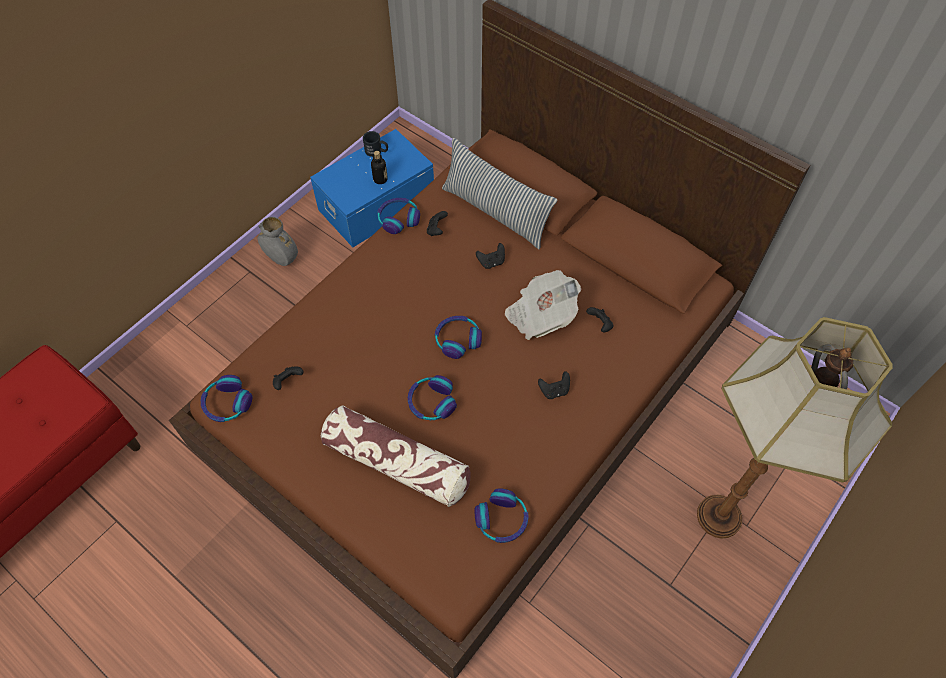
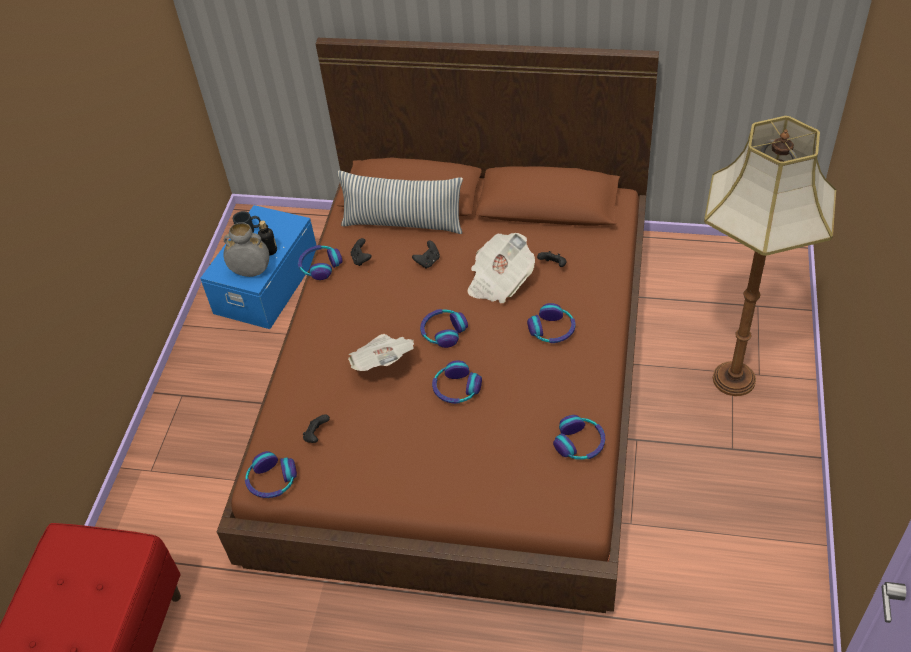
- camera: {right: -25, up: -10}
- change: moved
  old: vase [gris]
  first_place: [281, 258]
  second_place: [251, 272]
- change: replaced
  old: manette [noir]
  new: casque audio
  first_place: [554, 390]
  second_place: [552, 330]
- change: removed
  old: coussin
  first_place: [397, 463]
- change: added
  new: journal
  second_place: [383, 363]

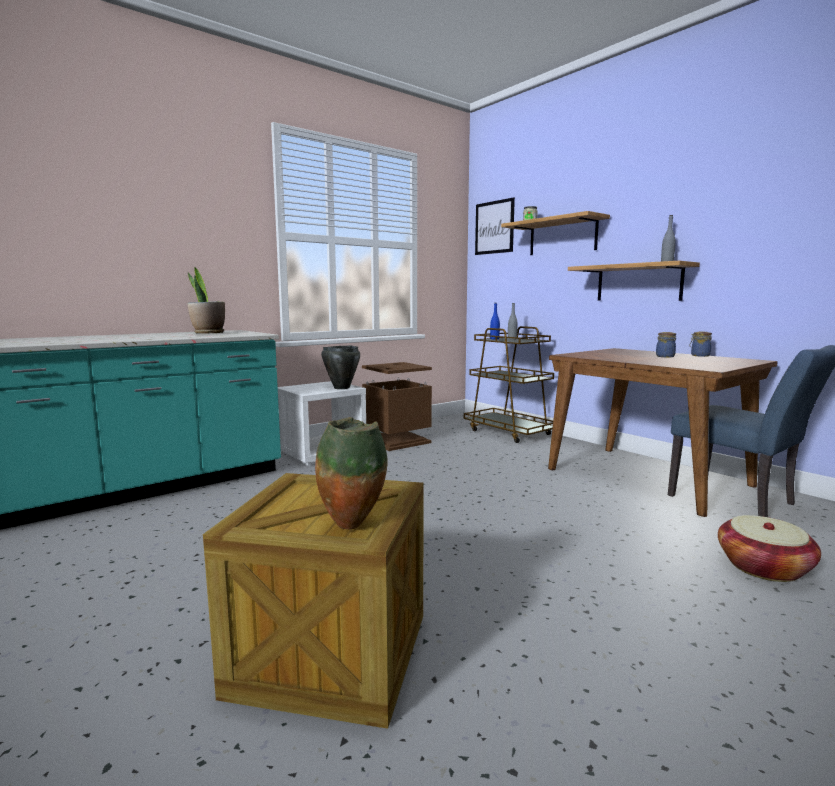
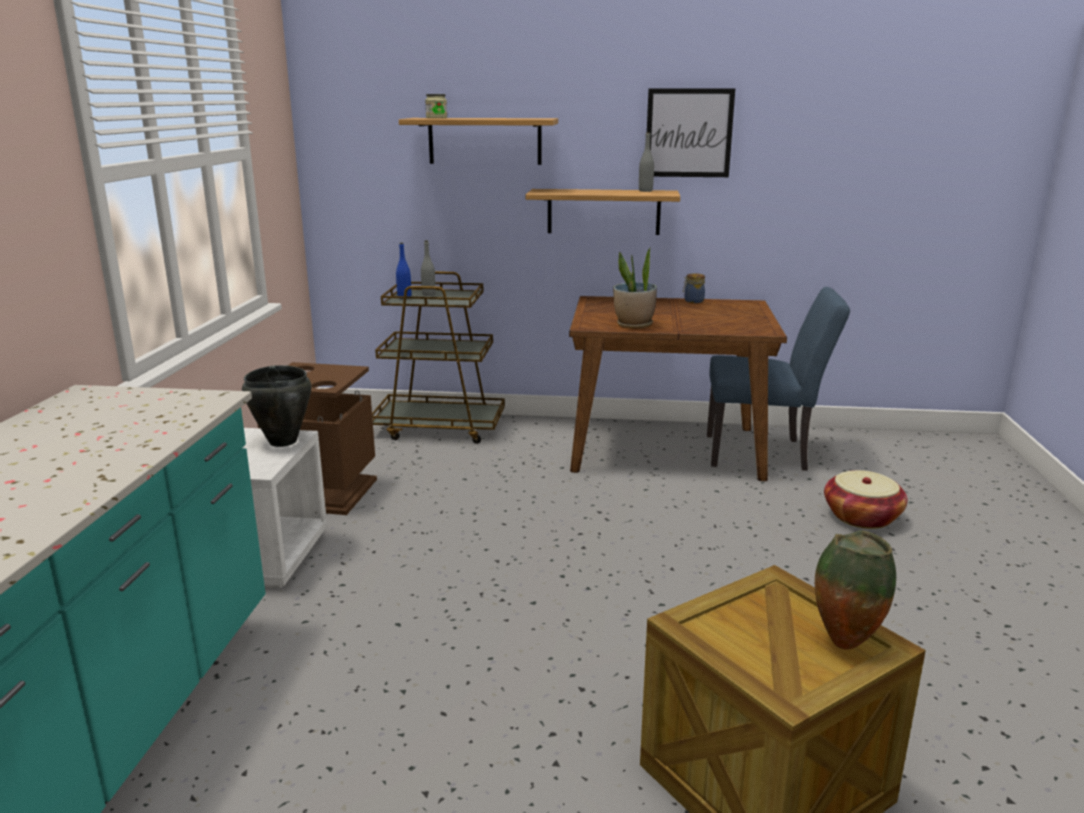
- camera: {right: -45, up: 10}
- change: moved
  old: tableau
  first_place: [494, 227]
  second_place: [688, 133]
- change: moved
  old: plante en pot
  first_place: [208, 333]
  second_place: [634, 325]
- change: removed
  old: bocal
  first_place: [665, 356]

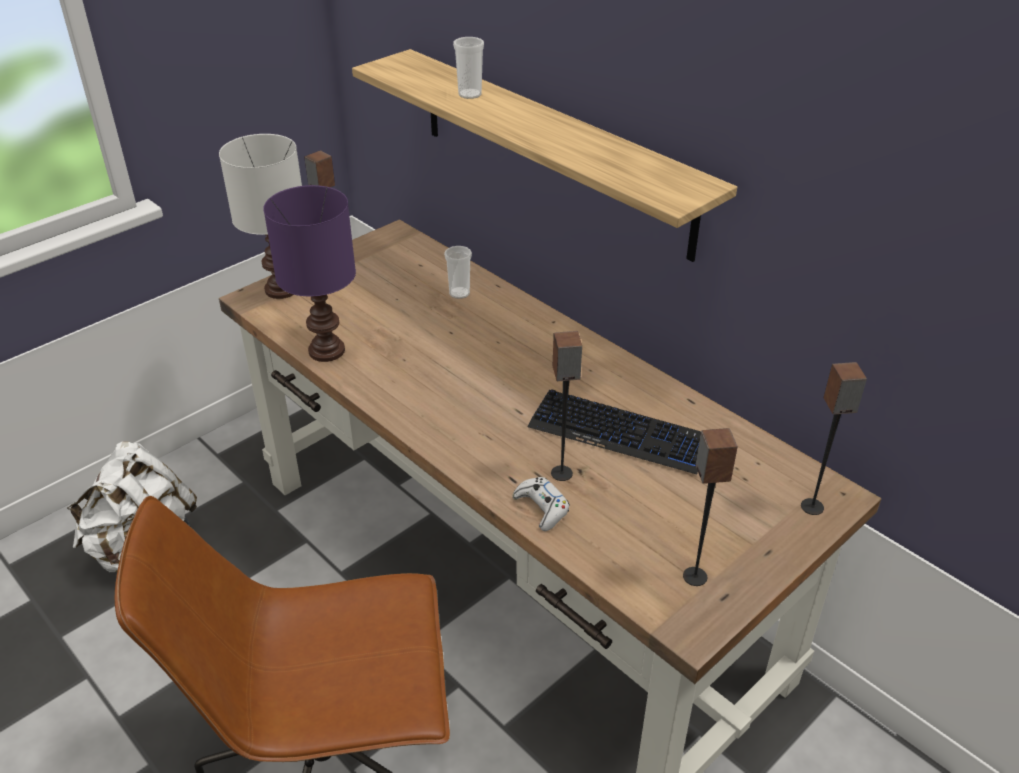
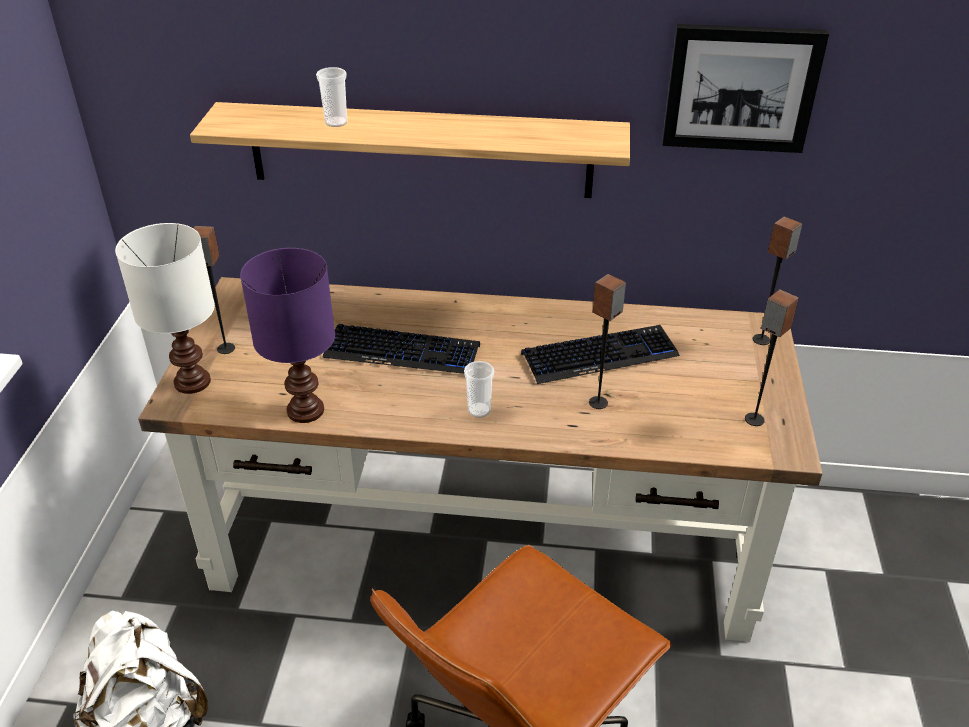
- camera: {right: -40, up: 0}
- change: moved
  old: tasse
  first_place: [459, 293]
  second_place: [479, 410]
- change: removed
  old: manette [blanc]
  first_place: [542, 508]
- change: added
  new: tableau
  second_place: [741, 88]
- change: added
  new: clavier
  second_place: [402, 352]

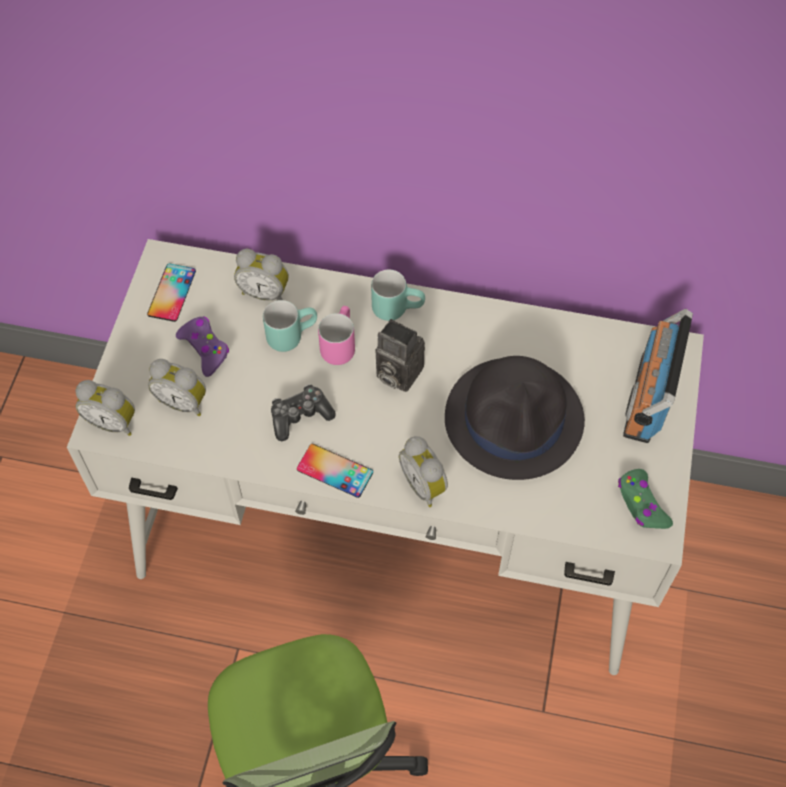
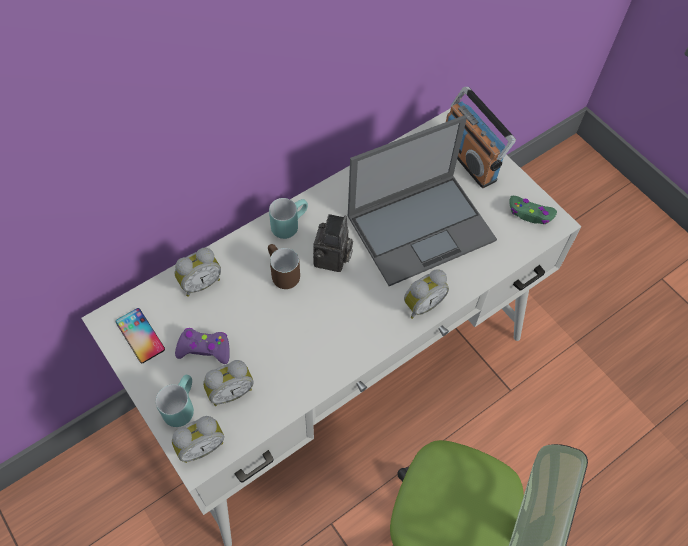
- camera: {right: -50, up: 0}
- change: moved
  old: mug [turquoise]
  first_place: [291, 334]
  second_place: [179, 405]
- change: recoloured
  old: mug [rose]
  new: mug [marron]
  first_place: [337, 344]
  second_place: [280, 274]
- change: turned
  old: appareil photo
  first_place: [396, 373]
  second_place: [332, 260]
  degrees: -60
- change: replaced
  old: chapeau [noir]
  new: ordinateur portable
  first_place: [515, 419]
  second_place: [422, 227]
- change: removed
  old: manette
  first_place: [300, 416]
- change: turned
  old: réveil
  first_place: [425, 484]
  second_place: [421, 304]
  degrees: -45
- change: removed
  old: téléphone
  first_place: [335, 470]

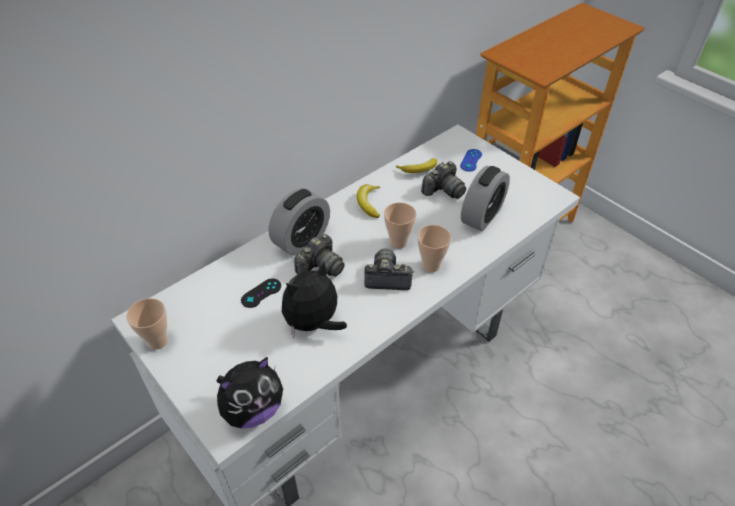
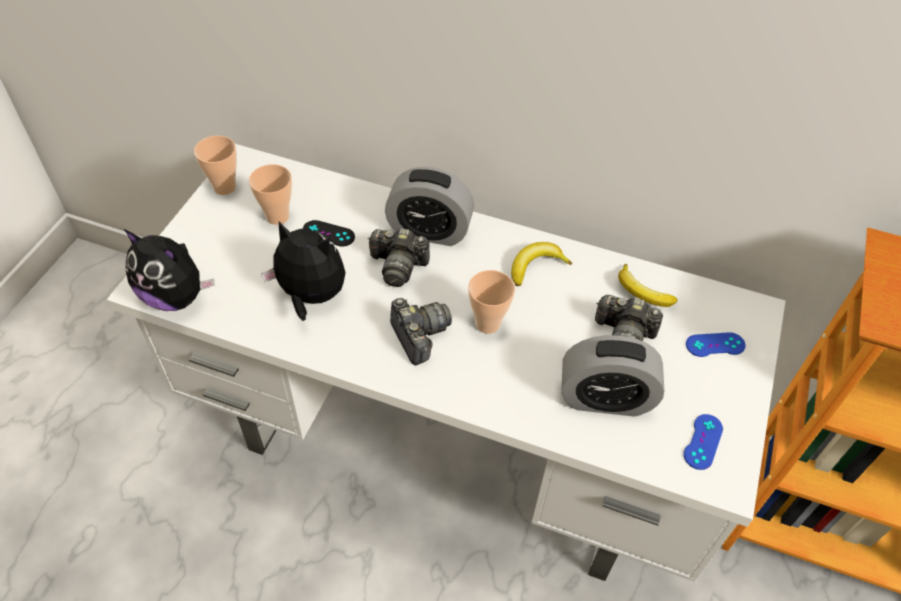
- camera: {right: 60, up: 5}
- change: moved
  old: tasse
  first_place: [431, 265]
  second_place: [277, 216]
- change: added
  new: manette [bleu]
  second_place: [703, 441]

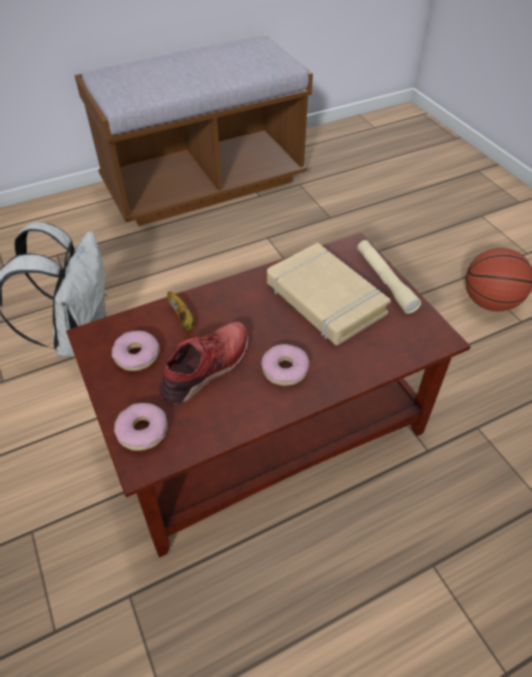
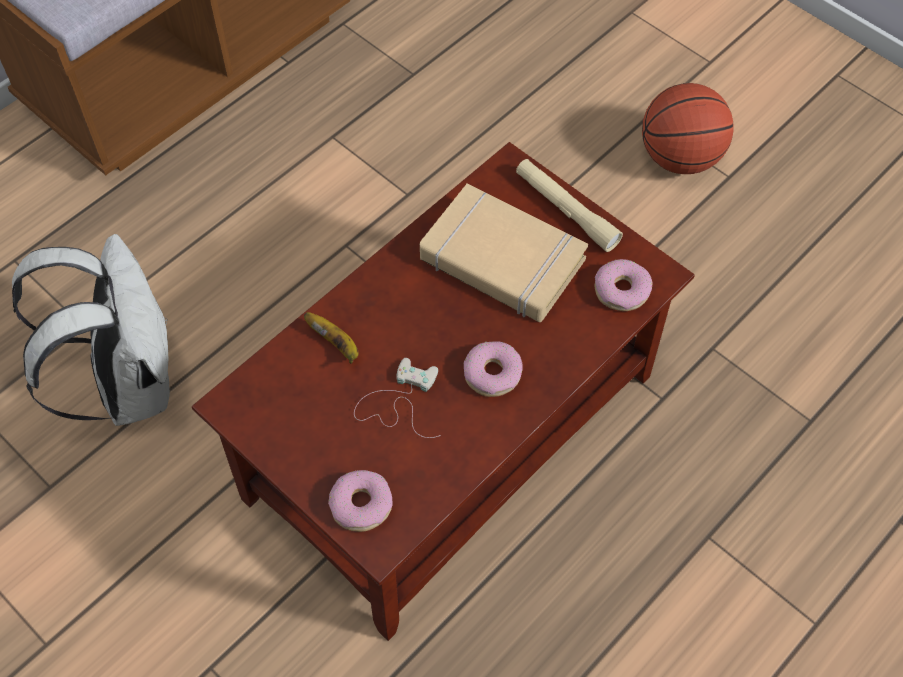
- camera: {right: -20, up: 10}
- change: replaced
  old: chaussure [rouge]
  new: manette [blanc]
  first_place: [207, 368]
  second_place: [399, 401]
- change: moved
  old: beignet
  first_place: [137, 355]
  second_place: [621, 290]

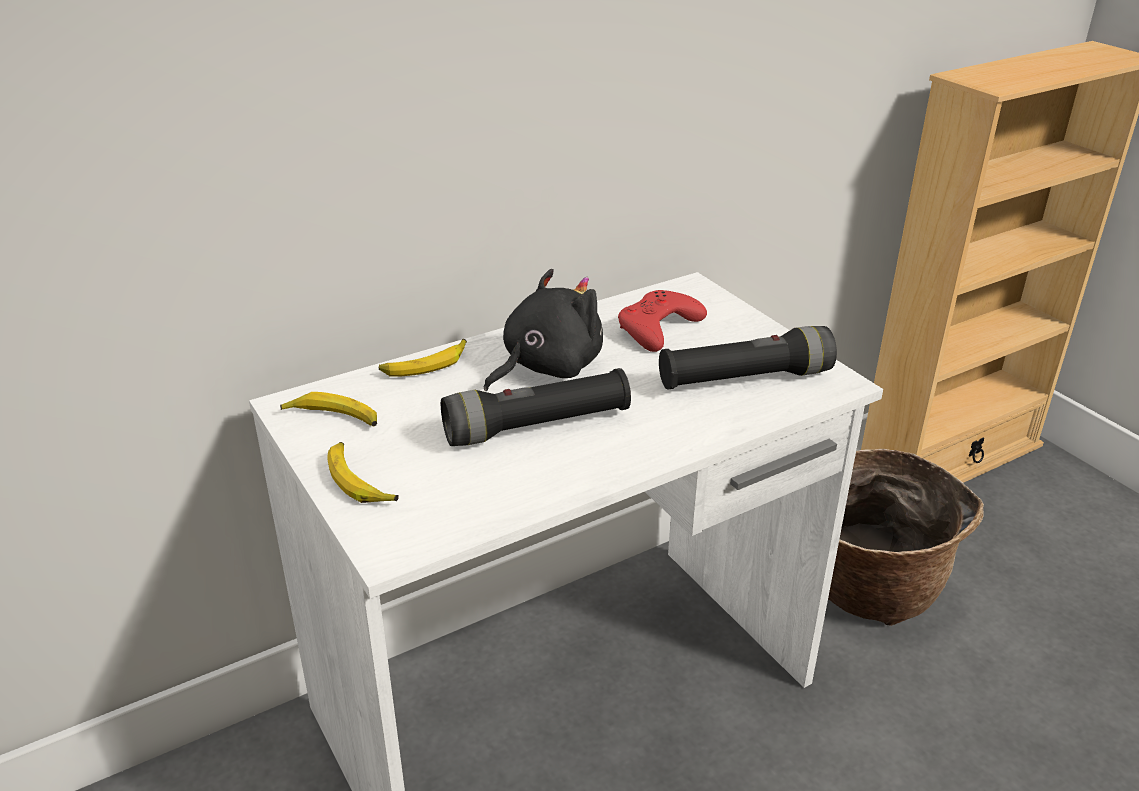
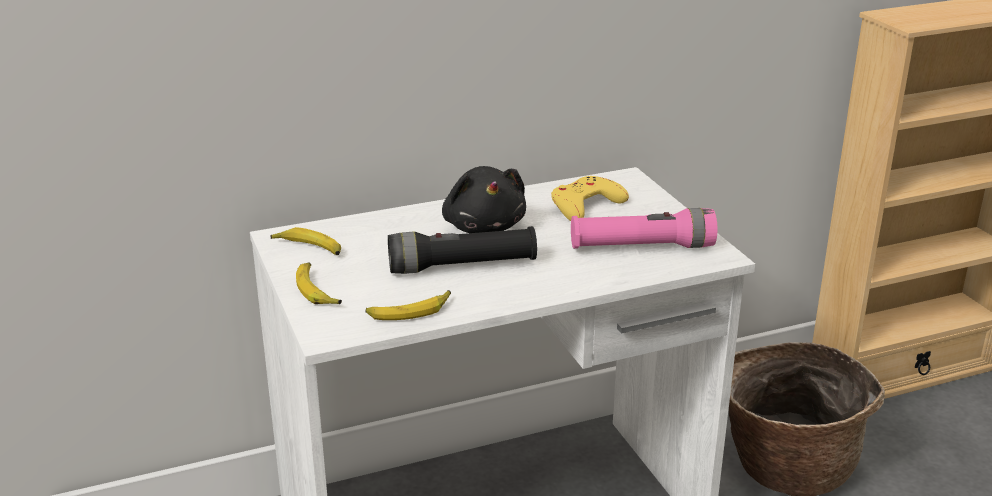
- camera: {right: 10, up: -5}
- change: turned
  old: peluche [noir]
  first_place: [546, 367]
  second_place: [484, 227]
  degrees: 105
- change: recoloured
  old: manette [rouge]
  new: manette [jaune]
  first_place: [658, 328]
  second_place: [585, 205]
- change: recoloured
  old: lampe de poche [noir]
  new: lampe de poche [rose]
  first_place: [744, 379]
  second_place: [641, 247]
- change: moved
  old: banane
  first_place: [425, 365]
  second_place: [409, 312]

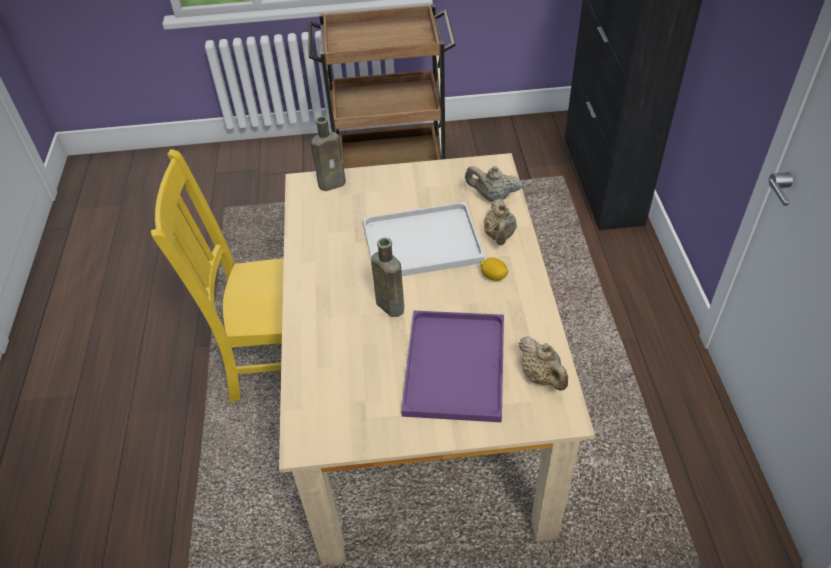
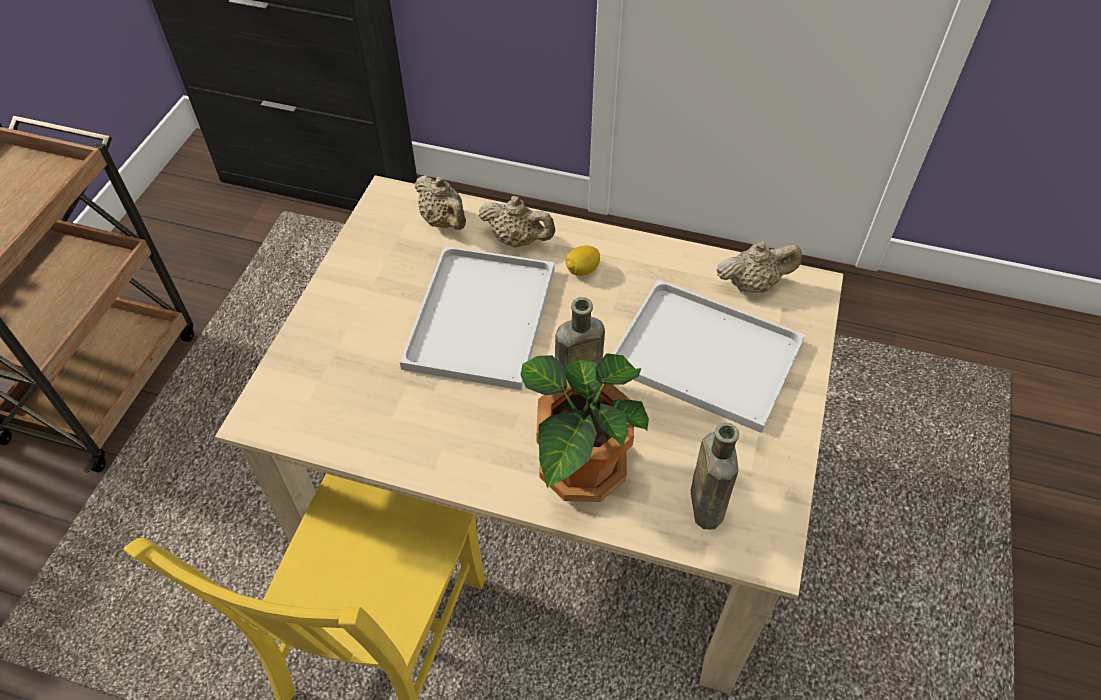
- camera: {right: -70, up: 5}
- change: moved
  old: bouteille [marron]
  first_place: [334, 183]
  second_place: [705, 503]
- change: turned
  old: théière [beige]
  first_place: [492, 197]
  second_place: [444, 221]
  degrees: -75
- change: recoloured
  old: plateau [violet]
  new: plateau [blanc]
  first_place: [453, 364]
  second_place: [702, 355]
- change: added
  new: plante en pot
  second_place: [579, 470]

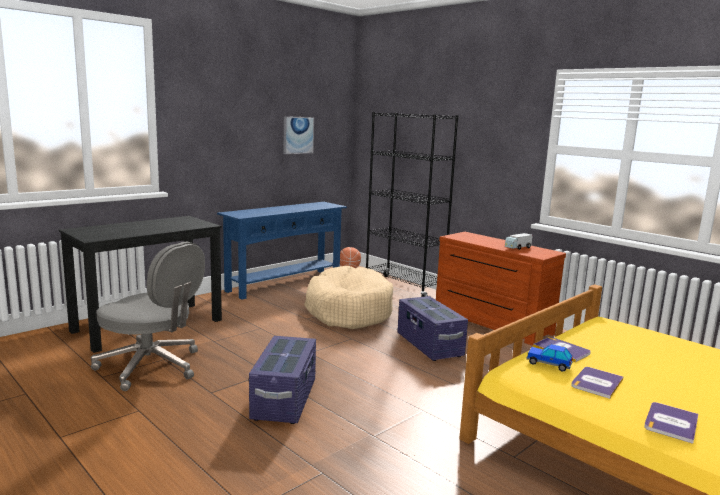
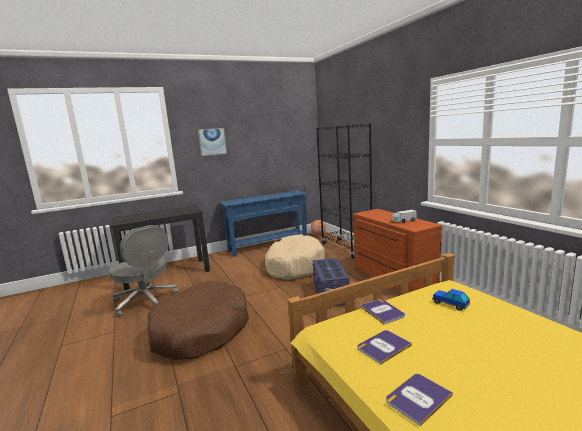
- camera: {right: 20, up: 0}
- change: moved
  old: tableau
  first_place: [298, 135]
  second_place: [212, 141]
- change: replaced
  old: boîte de rangement [violet]
  new: panier pour chien [marron]
  first_place: [284, 399]
  second_place: [201, 331]
- change: moved
  old: petite voiture
  first_place: [548, 364]
  second_place: [450, 304]

